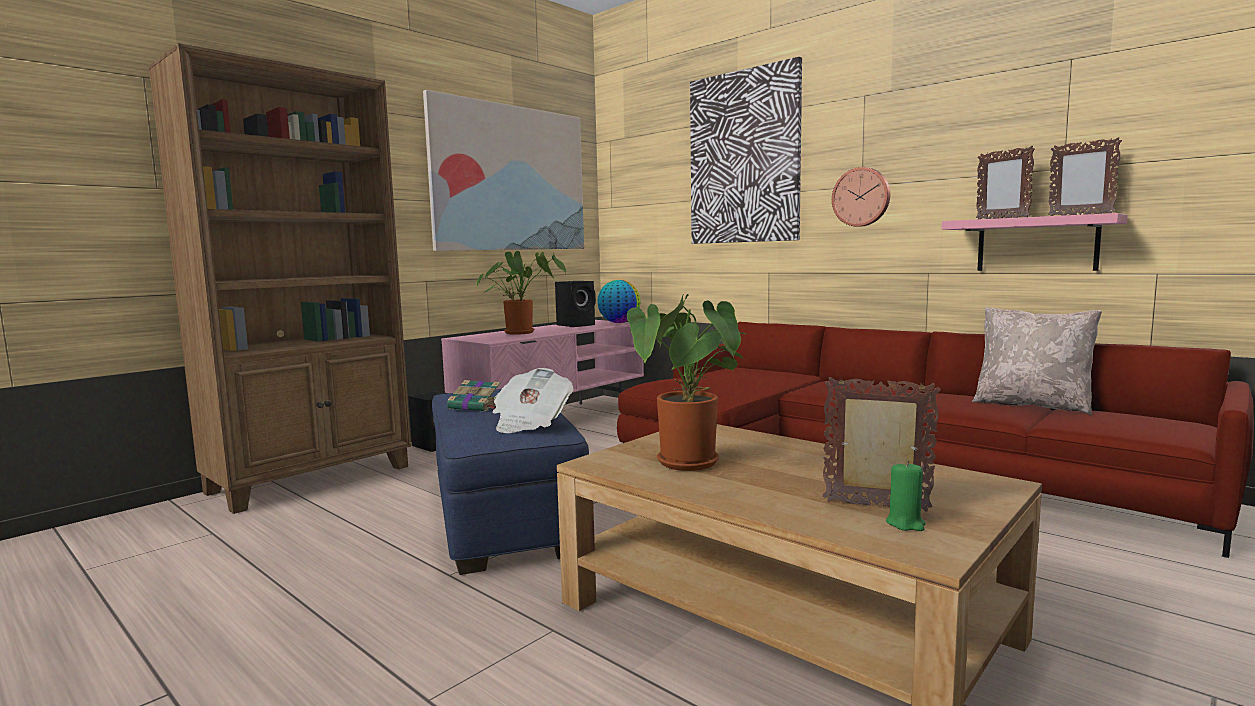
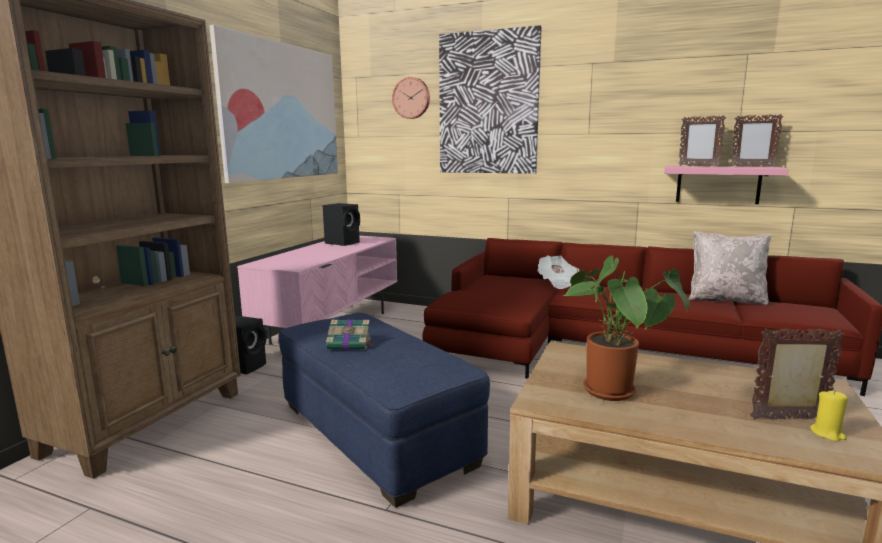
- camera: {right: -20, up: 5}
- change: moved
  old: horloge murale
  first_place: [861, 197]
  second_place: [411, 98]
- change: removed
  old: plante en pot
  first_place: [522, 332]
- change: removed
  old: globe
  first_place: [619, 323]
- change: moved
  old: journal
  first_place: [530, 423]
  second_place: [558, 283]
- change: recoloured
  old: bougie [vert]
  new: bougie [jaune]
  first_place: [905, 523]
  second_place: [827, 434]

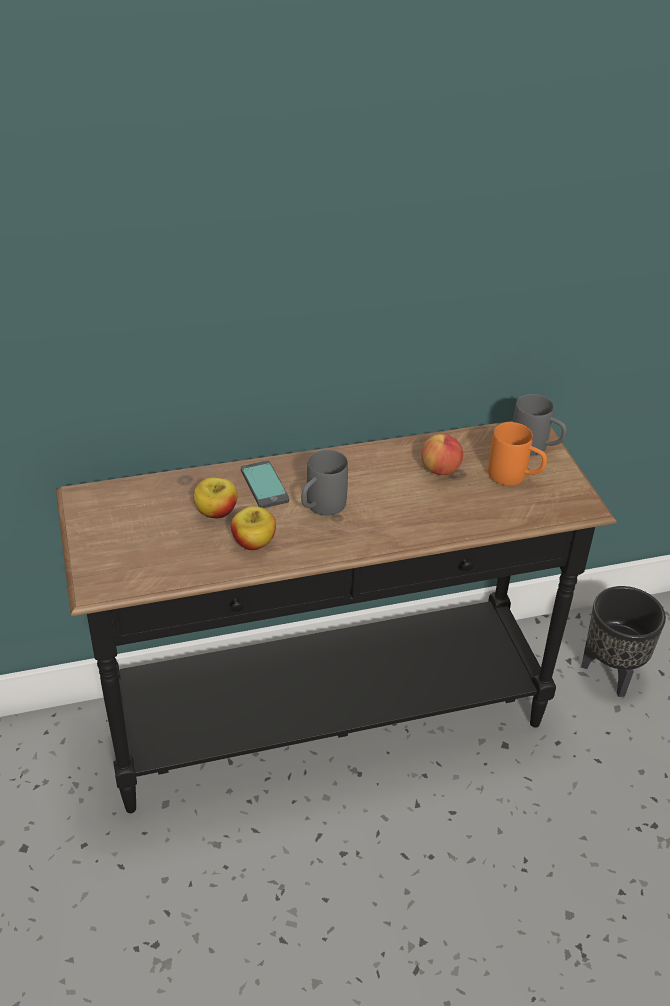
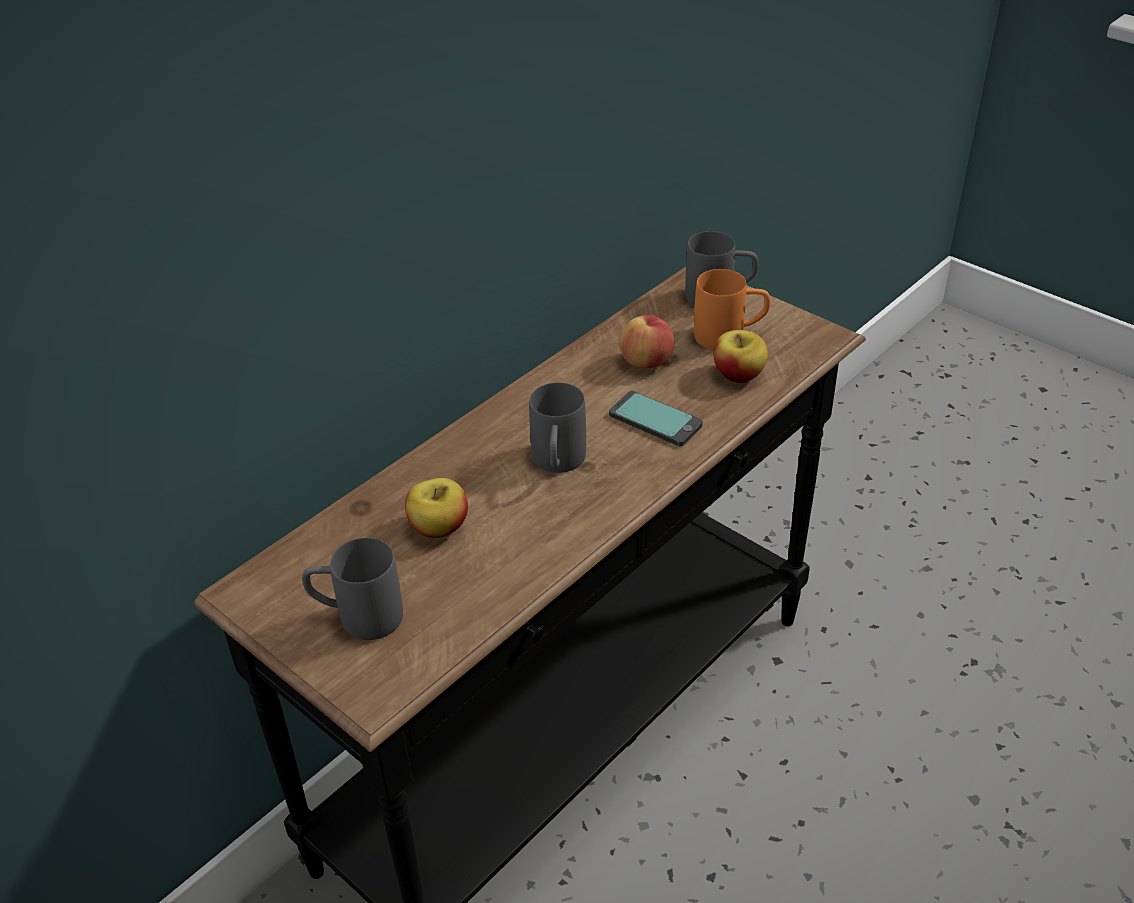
- camera: {right: -30, up: 0}
- change: moved
  old: téléphone
  first_place: [265, 485]
  second_place: [655, 420]
- change: moved
  old: pomme
  first_place: [253, 542]
  second_place: [738, 374]
- change: removed
  old: cache-pot [noir]
  first_place: [611, 673]
- change: added
  new: mug [gris]
  second_place: [357, 617]

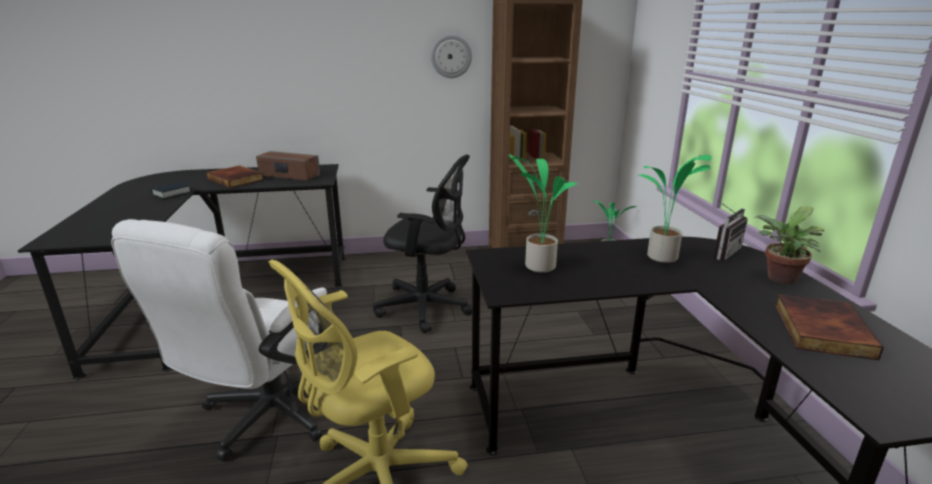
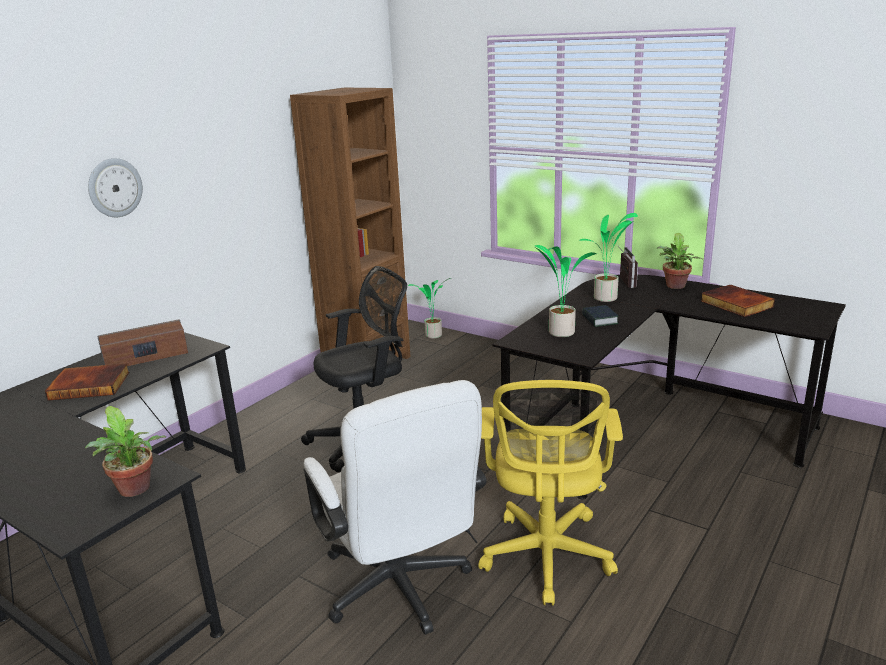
- camera: {right: -45, up: 0}
- change: moved
  old: horloge murale
  first_place: [451, 56]
  second_place: [114, 187]
- change: moved
  old: livre
  first_place: [171, 194]
  second_place: [599, 320]
- change: added
  new: plante en pot
  second_place: [135, 490]

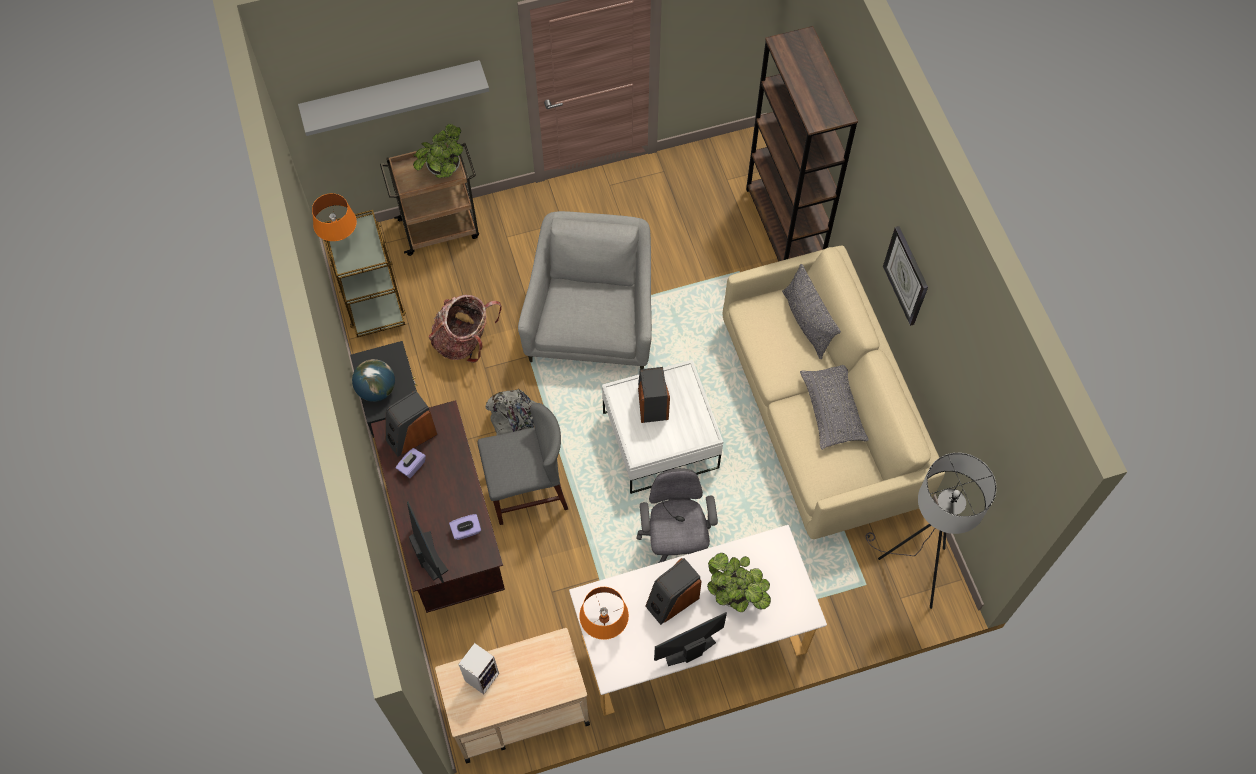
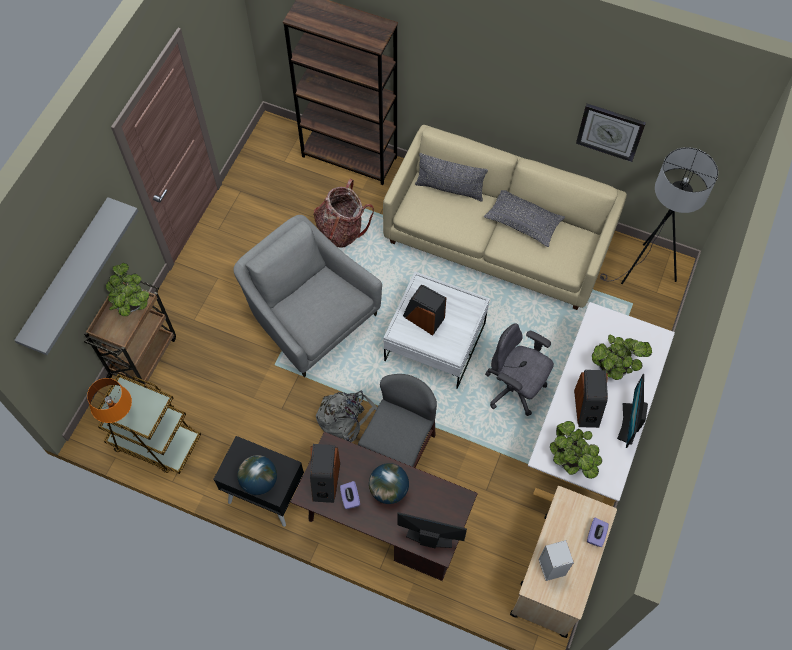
- camera: {right: -50, up: 0}
- change: moved
  old: horloge murale
  first_place: [906, 275]
  second_place: [610, 131]
- change: moved
  old: sac à dos
  first_place: [465, 341]
  second_place: [341, 229]
- change: moved
  old: boîte à mouchoirs [violet]
  first_place: [466, 531]
  second_place: [596, 535]
- change: replaced
  old: lampe de table [orange]
  new: plante en pot
  first_place: [604, 625]
  second_place: [572, 462]
- change: added
  new: globe
  second_place: [389, 489]

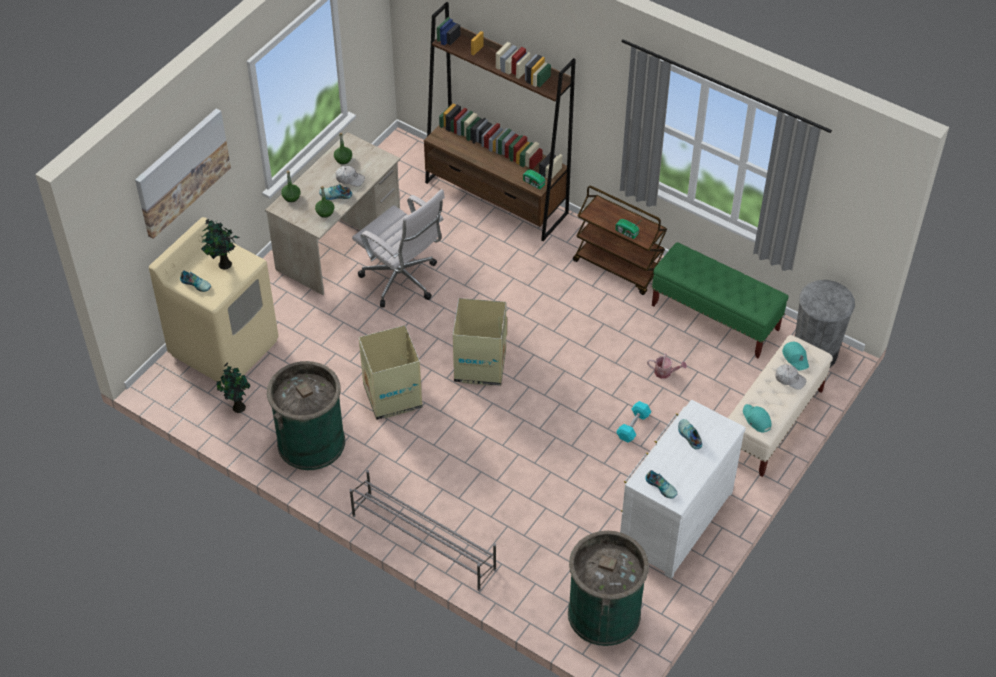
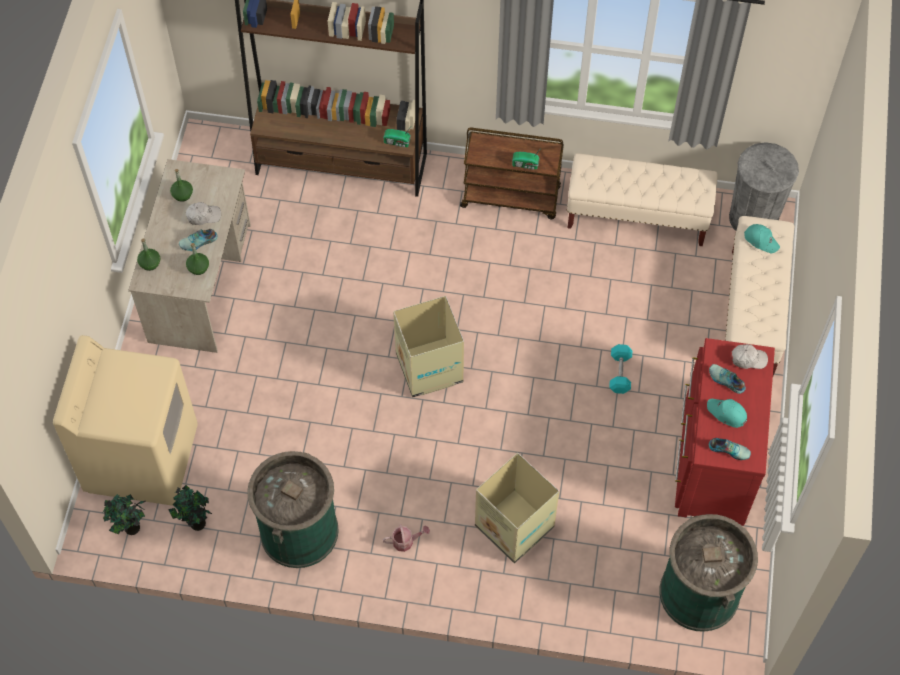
- camera: {right: -25, up: 10}
- change: removed
  old: tableau
  first_place: [182, 172]
- change: removed
  old: chaise de bureau [blanc]
  first_place: [403, 281]
- change: moved
  old: plante en pot
  first_place: [223, 264]
  second_place: [131, 529]
- change: recoloured
  old: banc [vert]
  new: banc [beige]
  first_place: [715, 318]
  second_place: [637, 217]
- change: removed
  old: chaussure
  first_place: [196, 283]
- change: moved
  old: carton
  first_place: [392, 397]
  second_place: [515, 527]
- change: moved
  old: arrosoir
  first_place: [665, 372]
  second_place: [406, 541]
- change: moved
  old: casquette [blanc]
  first_place: [789, 379]
  second_place: [748, 359]
- change: recoloured
  old: commode [blanc]
  new: commode [rouge]
  first_place: [673, 519]
  second_place: [712, 460]
- change: moved
  old: casquette [turquoise]
  first_place: [756, 420]
  second_place: [727, 413]
- change: removed
  old: étagère à chaussures [gris]
  first_place: [423, 541]

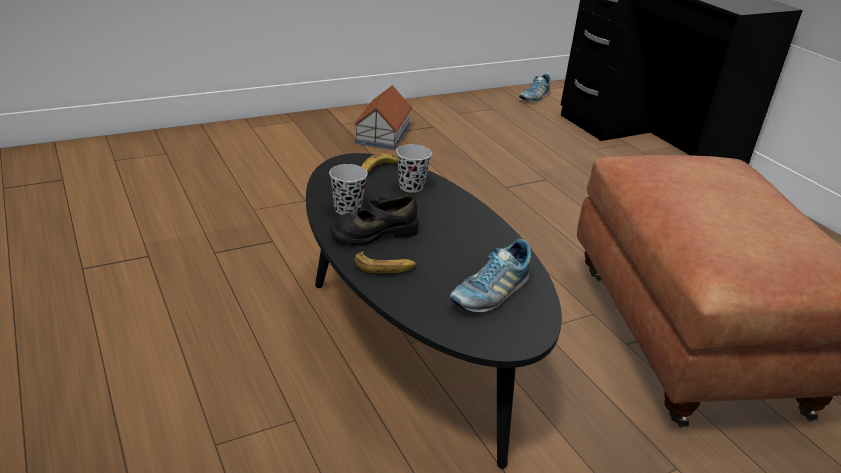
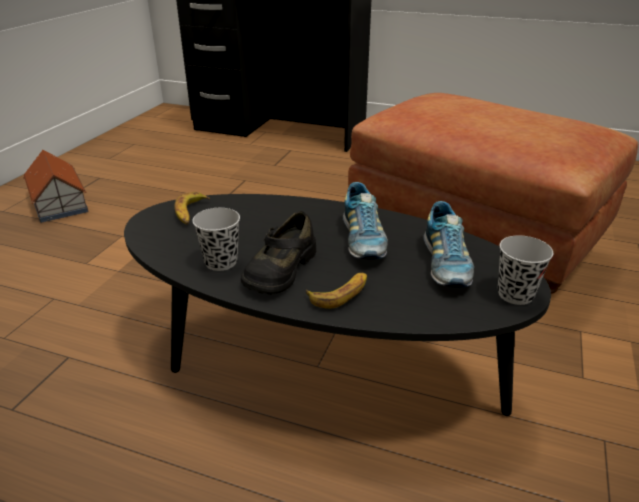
- camera: {right: -40, up: 0}
- change: moved
  old: chaussure
  first_place: [534, 97]
  second_place: [362, 240]
- change: moved
  old: tasse [noir]
  first_place: [411, 186]
  second_place: [515, 294]

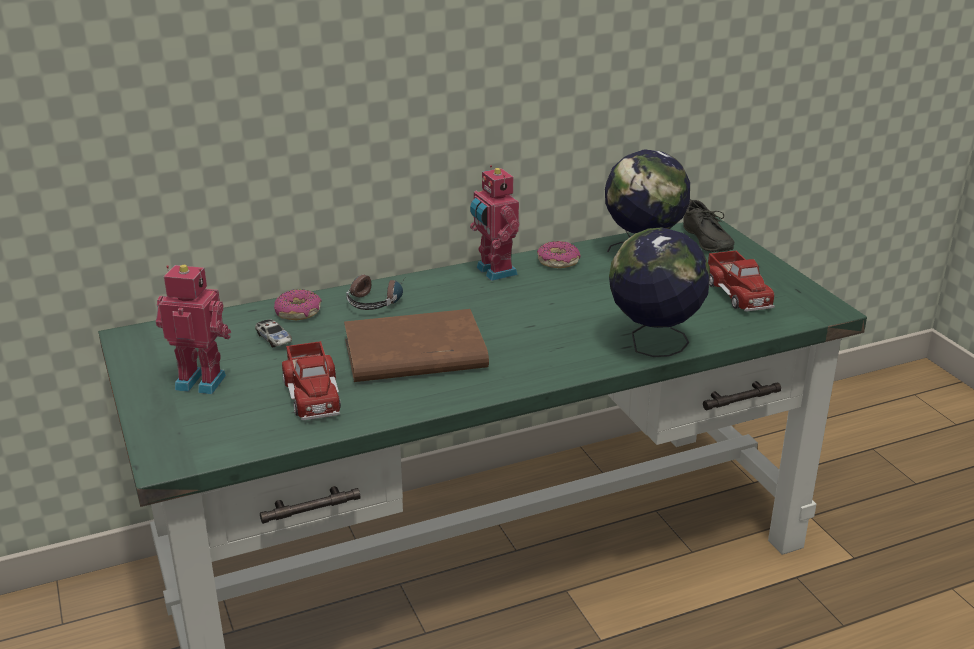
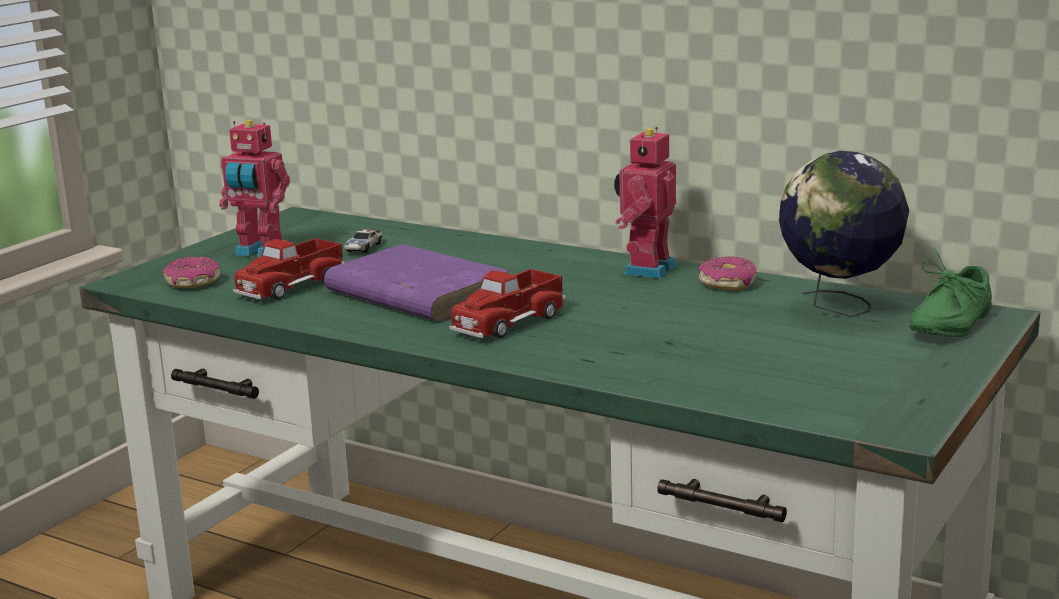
- camera: {right: 55, up: -10}
- change: recoloured
  old: chaussure [gris]
  new: chaussure [vert]
  first_place: [704, 241]
  second_place: [946, 324]
- change: removed
  old: globe
  first_place: [653, 345]
- change: moved
  old: camion jouet
  first_place: [738, 293]
  second_place: [508, 321]
- change: turned
  old: robot jouet
  first_place: [202, 380]
  second_place: [260, 252]
  degrees: 135
- change: removed
  old: casque audio
  first_place: [377, 299]
- change: moved
  old: beignet
  first_place: [298, 312]
  second_place: [192, 282]
- change: recoloured
  old: livre [marron]
  new: livre [violet]
  first_place: [413, 355]
  second_place: [415, 293]

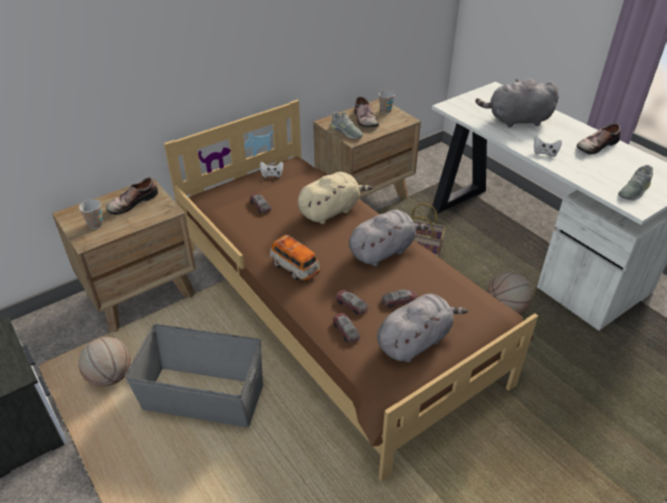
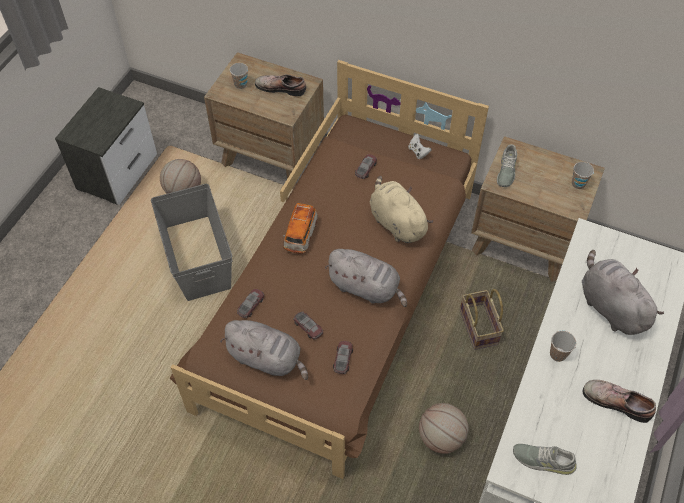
- camera: {right: 60, up: 15}
- change: removed
  old: chaussure
  first_place: [364, 119]
- change: replaced
  old: manette [blanc]
  new: tasse
  first_place: [545, 153]
  second_place: [557, 354]
- change: turned
  old: peluche [beige]
  first_place: [331, 211]
  second_place: [396, 222]
  degrees: -150
- change: moved
  old: petite voiture
  first_place: [351, 304]
  second_place: [343, 359]

